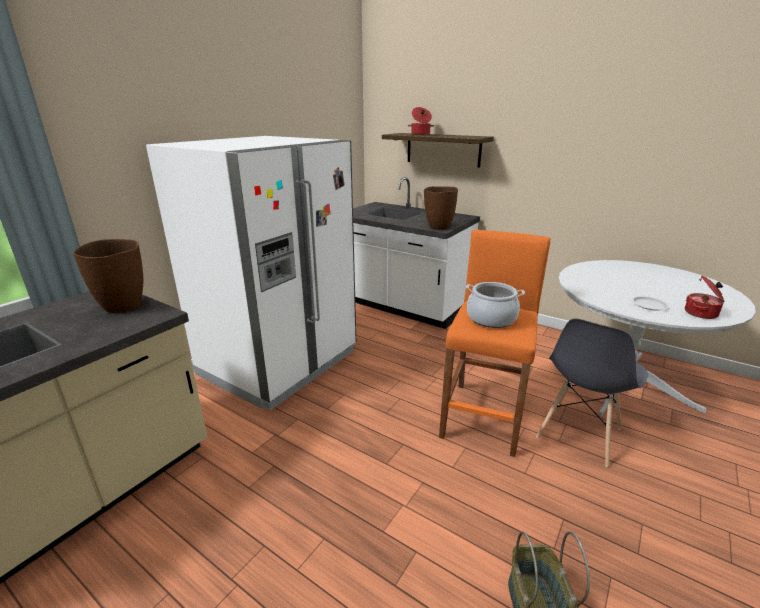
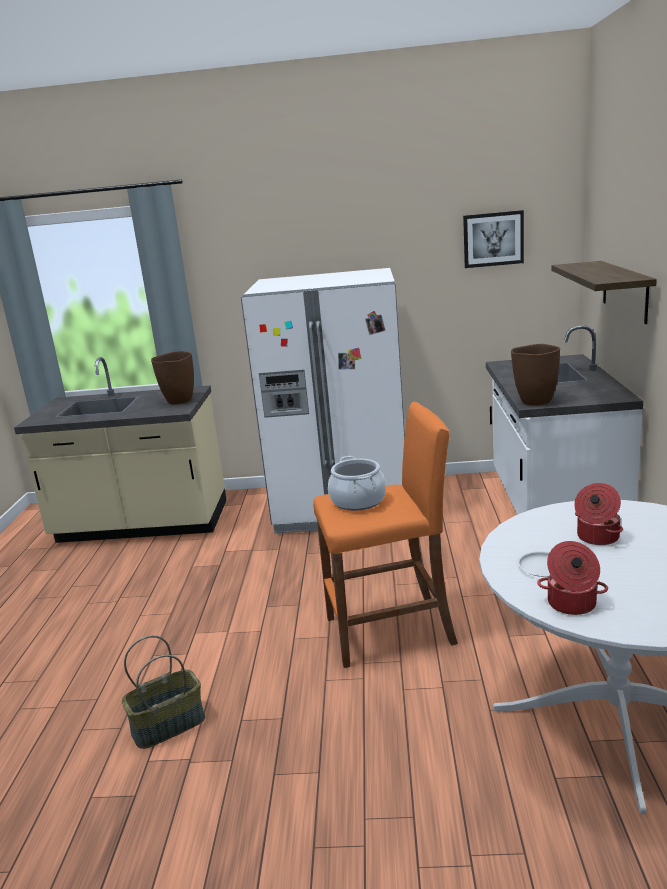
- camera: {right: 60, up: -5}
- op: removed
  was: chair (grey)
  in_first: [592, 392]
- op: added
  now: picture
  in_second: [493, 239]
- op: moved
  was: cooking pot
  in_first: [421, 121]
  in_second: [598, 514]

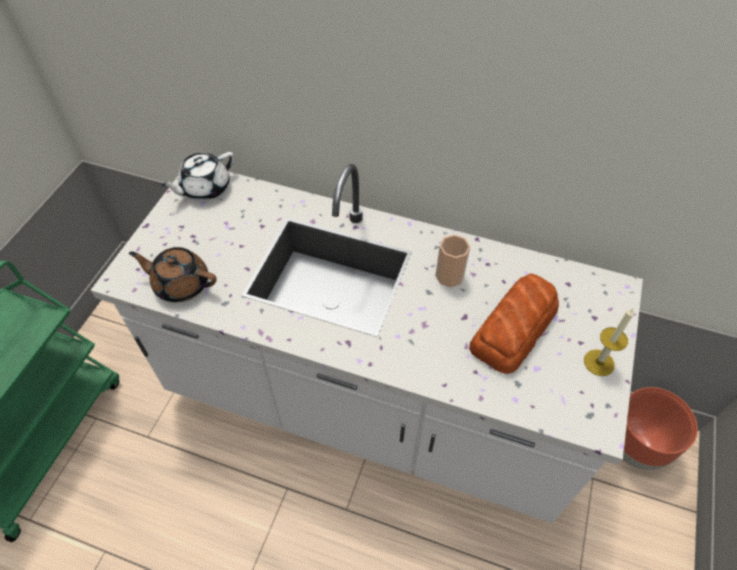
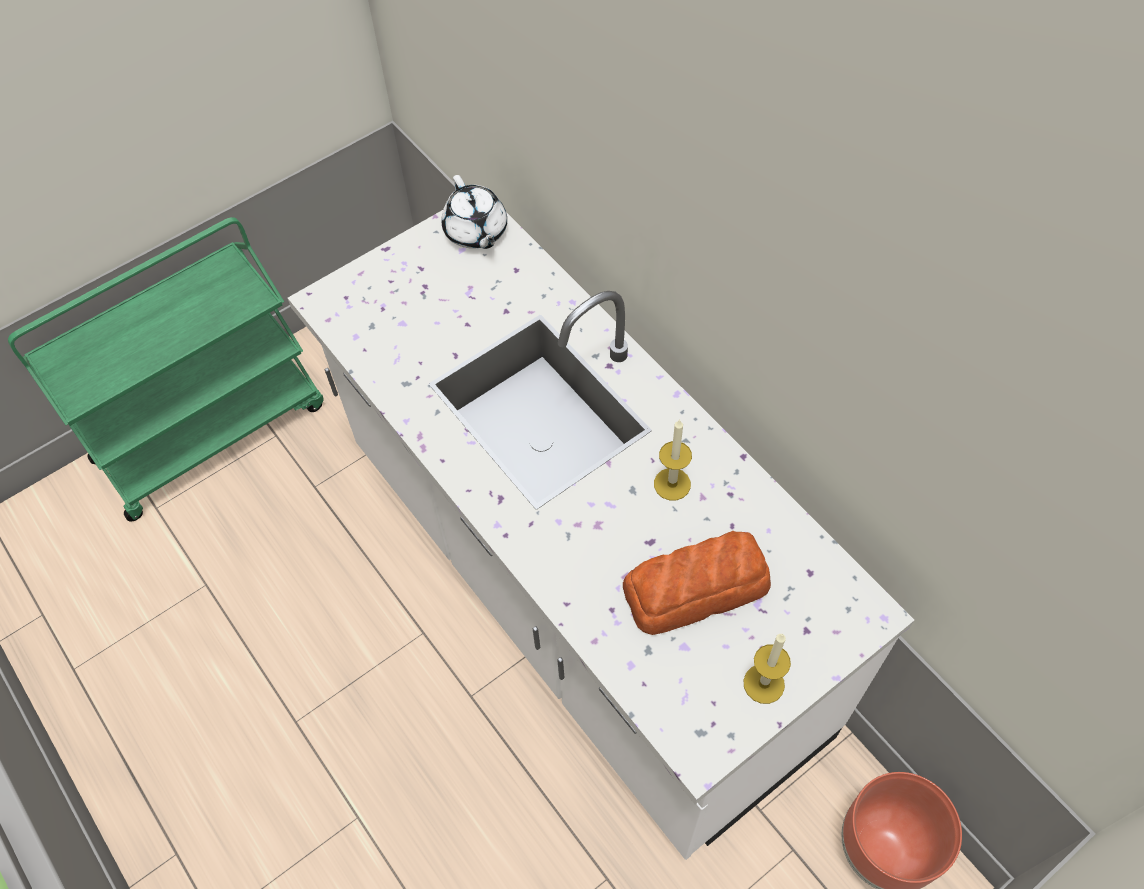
- camera: {right: 35, up: 5}
- op: removed
  was: teapot (brown)
  in_first: [173, 274]
- op: replaced
  was: cup
  now: candle
  in_first: [452, 261]
  in_second: [673, 459]
- op: turned
  was: teapot (white)
  in_first: [197, 176]
  in_second: [474, 212]
  clockwise: -105

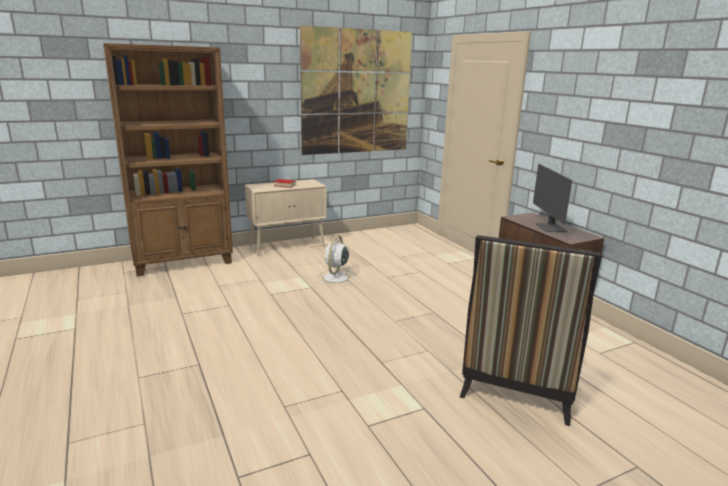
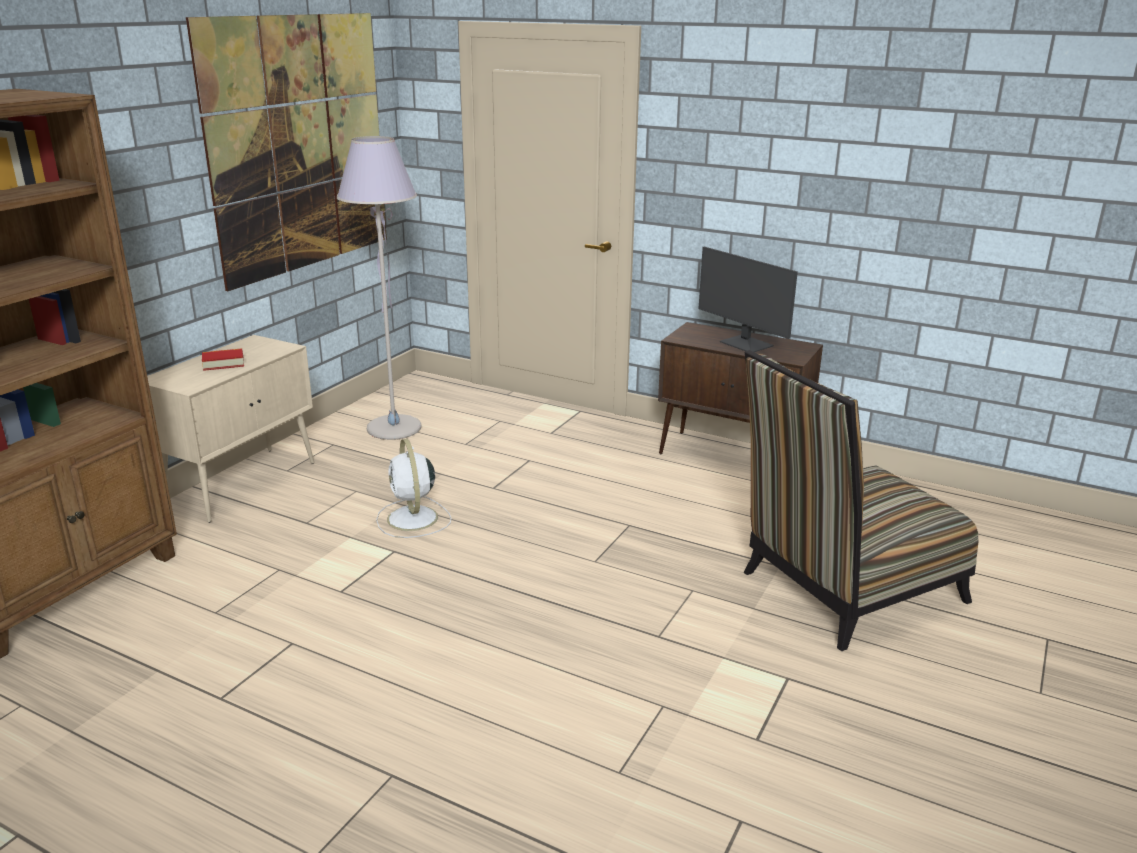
- camera: {right: -35, up: 5}
- op: added
  now: floor lamp (grey)
  in_second: [379, 288]
- op: turned
  was: chair
  in_first: [531, 330]
  in_second: [861, 500]
  clockwise: 75

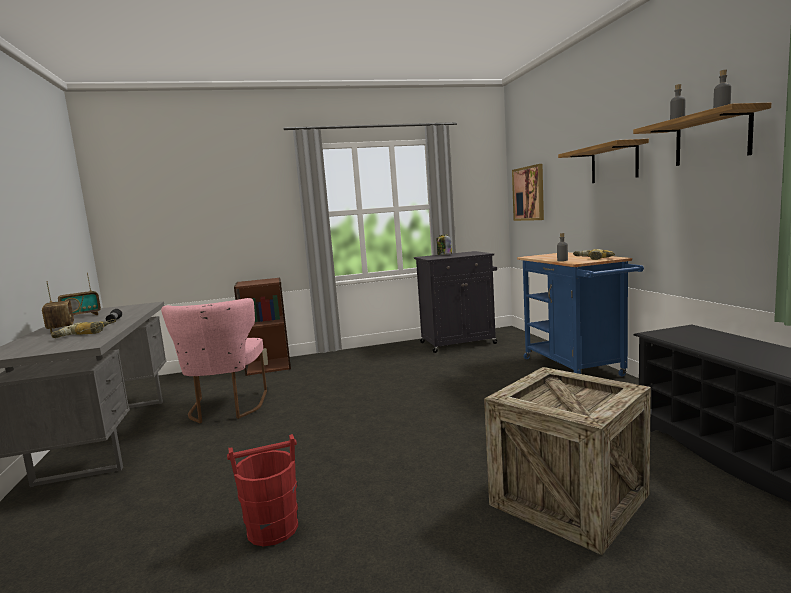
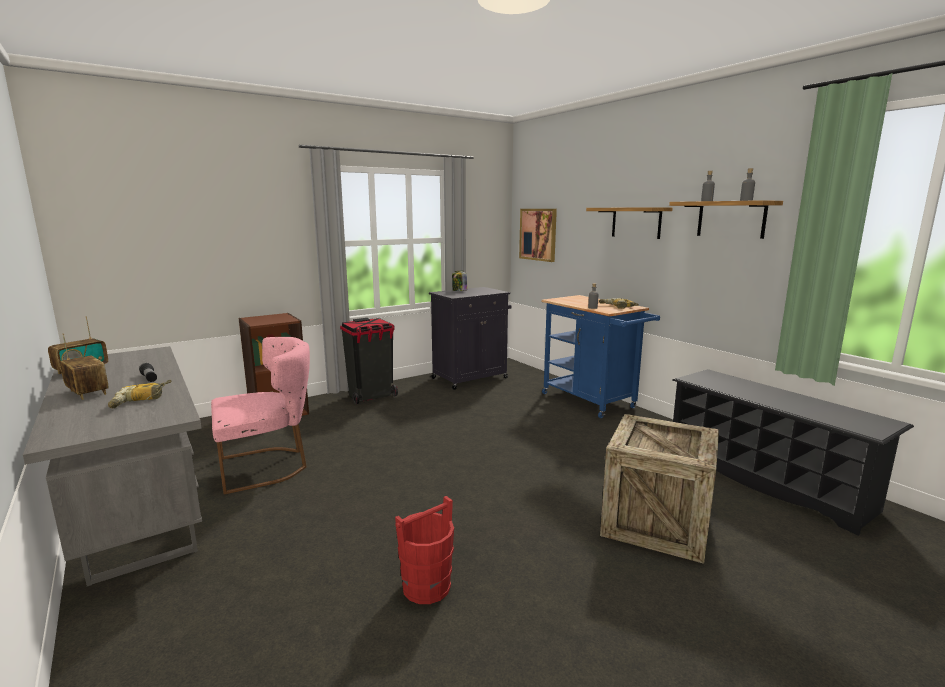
- camera: {right: -20, up: 5}
- op: added
  now: trash can (black)
  in_second: [369, 361]
- op: turned
  was: chair (pink)
  in_first: [214, 360]
  in_second: [260, 416]
  clockwise: -90

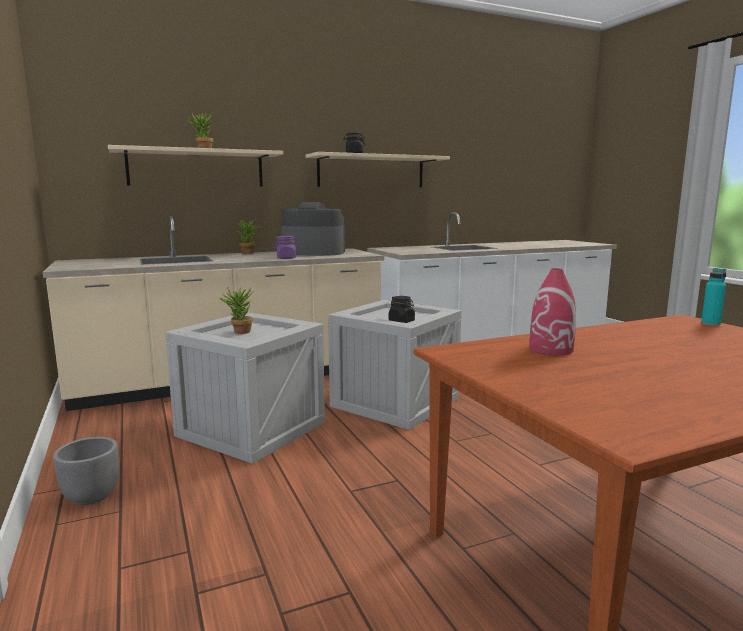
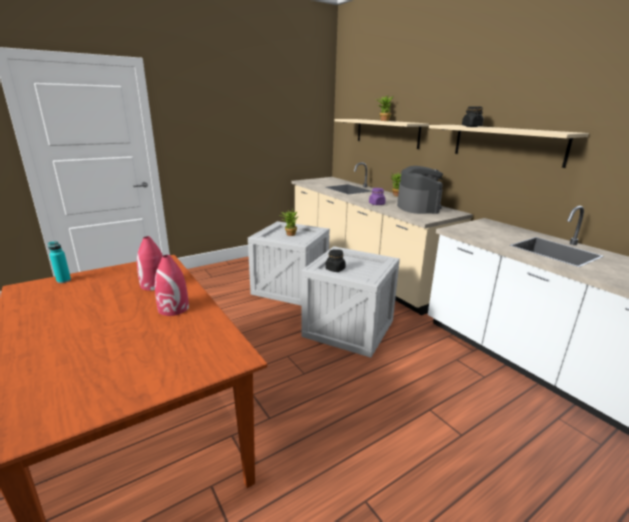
- camera: {right: 80, up: 10}
- op: removed
  was: planter (grey)
  in_first: [86, 471]
- op: added
  now: vase (red)
  in_second: [172, 285]
- op: moved
  was: bottle (turquoise)
  in_first: [713, 297]
  in_second: [59, 262]

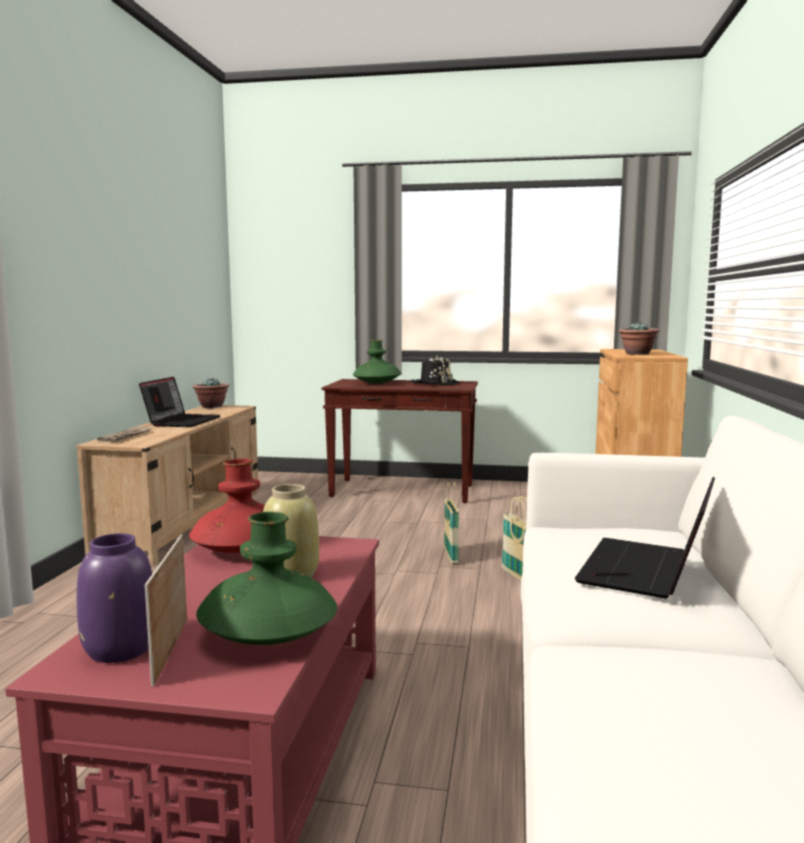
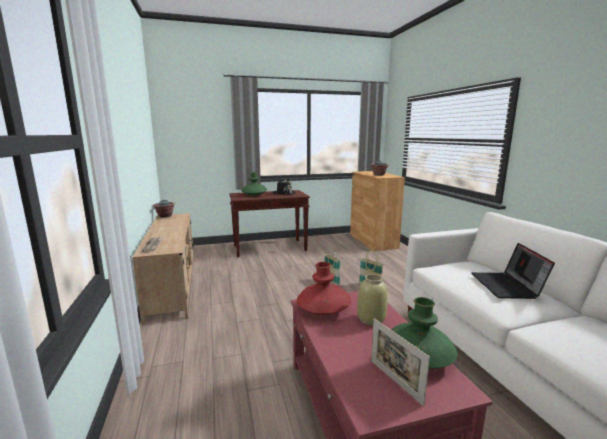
- camera: {right: -25, up: 5}
- op: removed
  was: vase (purple)
  in_first: [114, 598]
- op: removed
  was: laptop
  in_first: [179, 402]

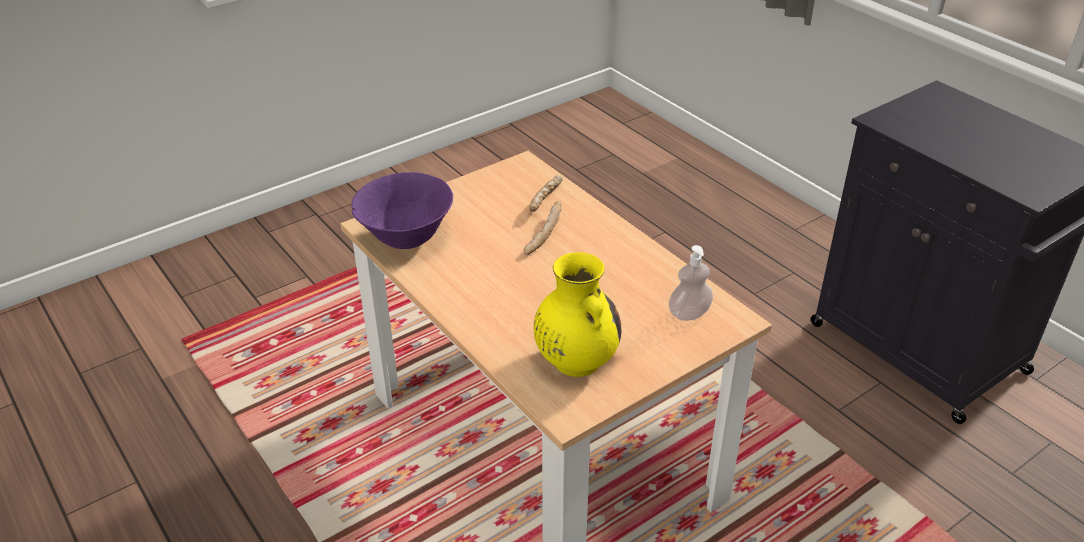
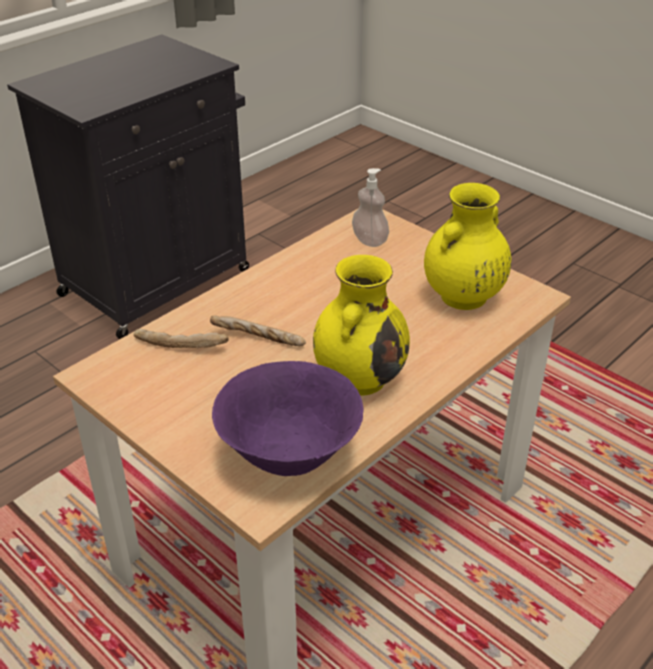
- camera: {right: -100, up: 0}
- op: added
  now: vase (yellow)
  in_second: [361, 325]

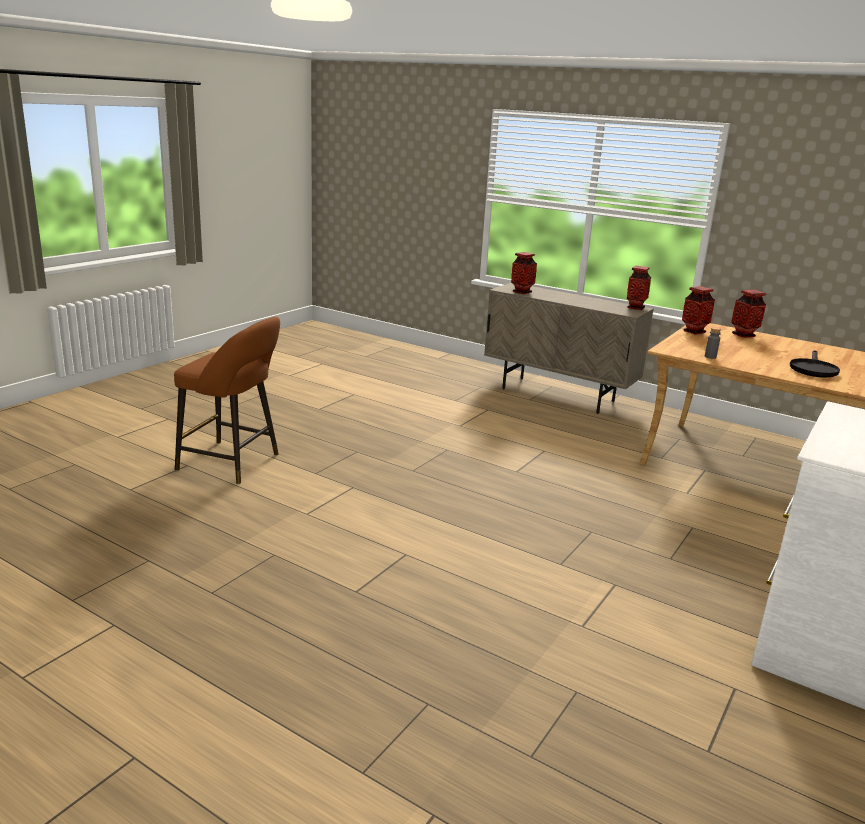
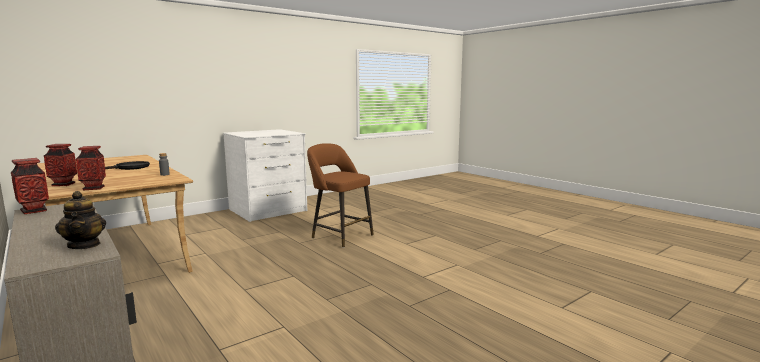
- camera: {right: -160, up: -10}
- op: moved
  was: stool (brown)
  in_first: [227, 400]
  in_second: [340, 195]
- op: replaced
  was: vase
  now: teapot
  in_first: [524, 273]
  in_second: [80, 220]

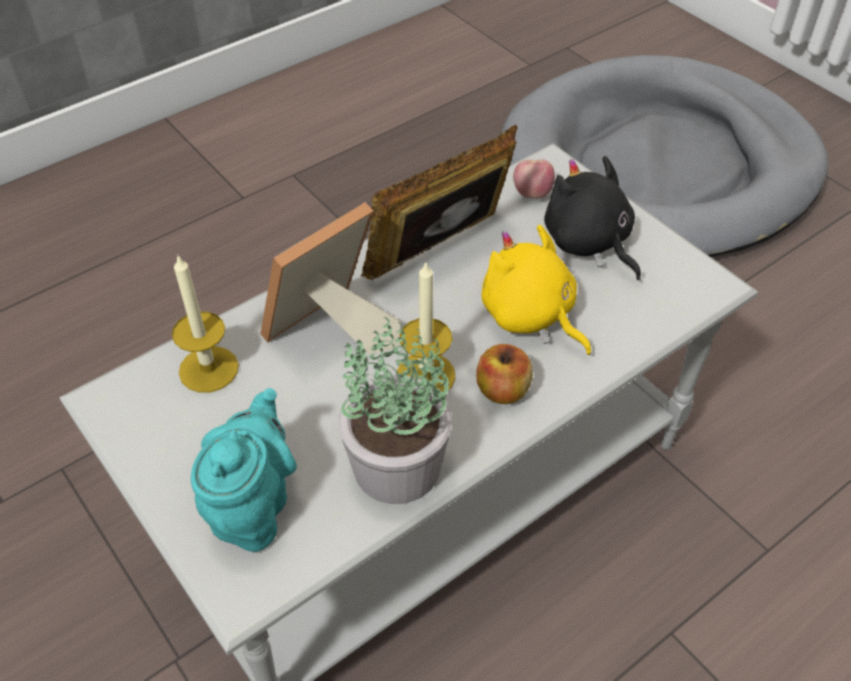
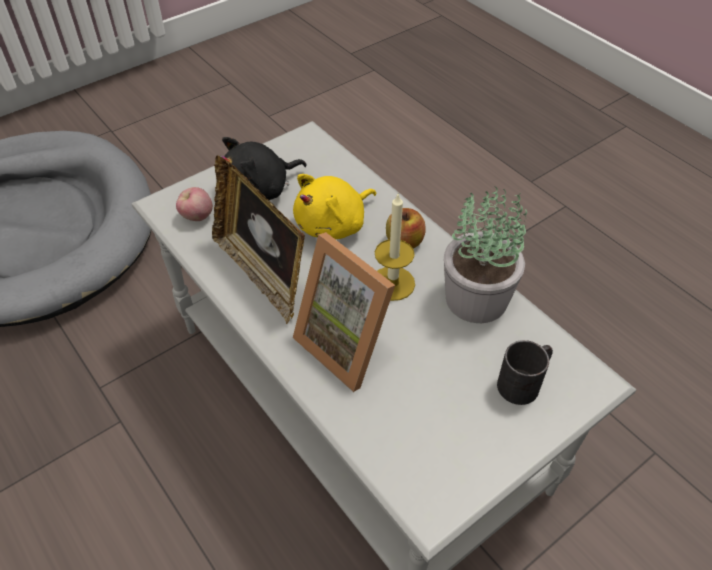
- camera: {right: -90, up: 0}
- op: removed
  was: candle
  in_first: [205, 323]
- op: replaced
  was: teapot (turquoise)
  now: mug (black)
  in_first: [244, 470]
  in_second: [525, 372]

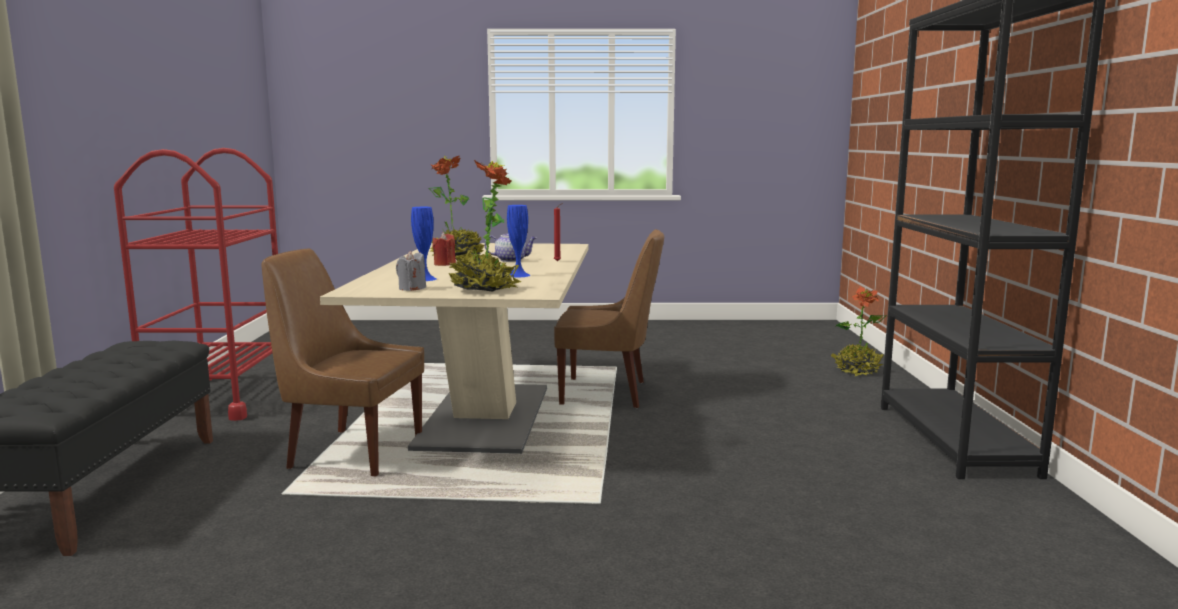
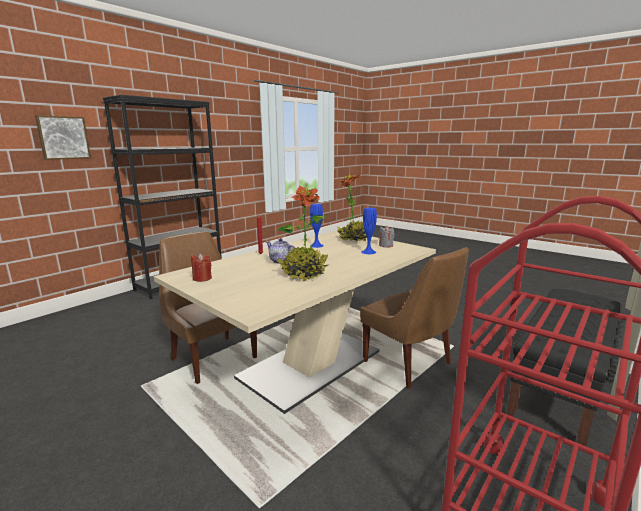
- camera: {right: -140, up: 5}
- op: removed
  was: potted plant
  in_first: [859, 331]
- op: added
  now: picture
  in_second: [63, 137]
- op: moved
  was: candle (red)
  in_first: [444, 249]
  in_second: [201, 267]

